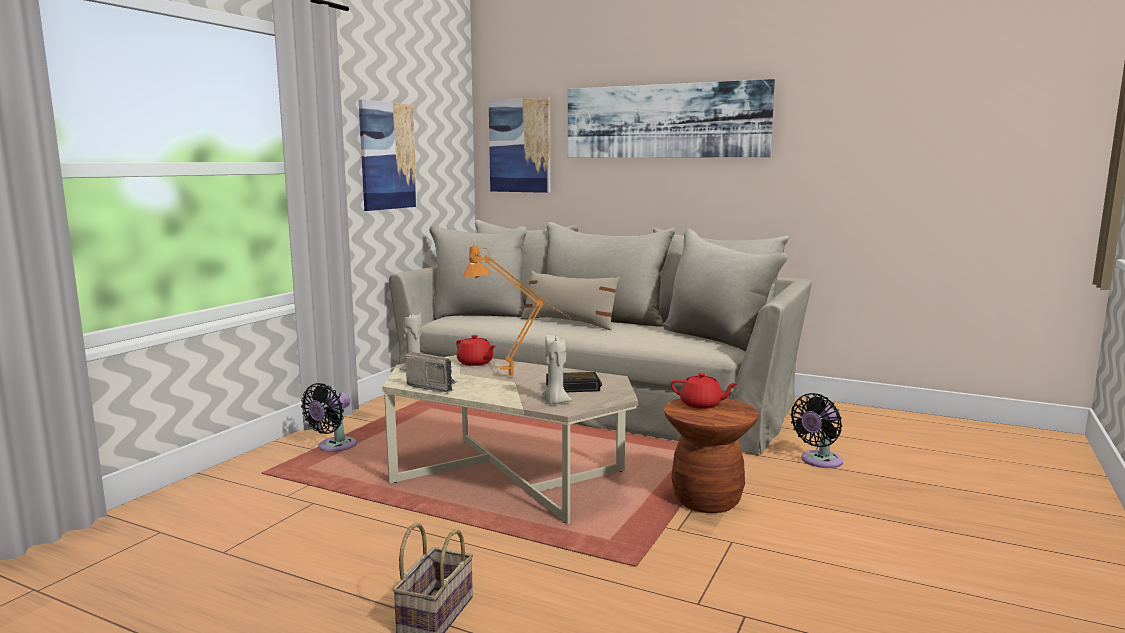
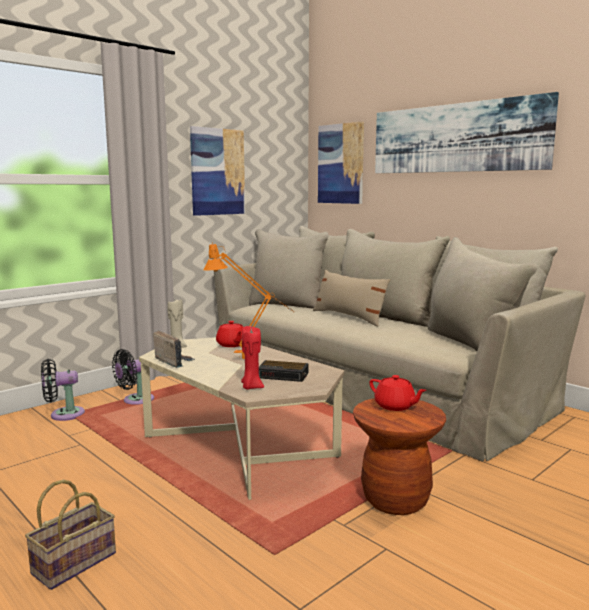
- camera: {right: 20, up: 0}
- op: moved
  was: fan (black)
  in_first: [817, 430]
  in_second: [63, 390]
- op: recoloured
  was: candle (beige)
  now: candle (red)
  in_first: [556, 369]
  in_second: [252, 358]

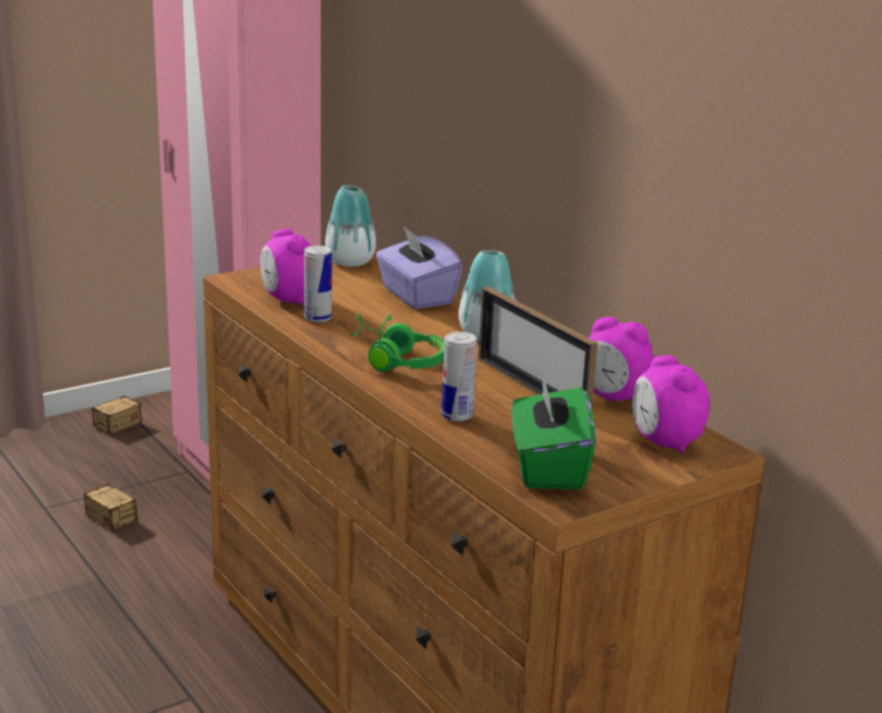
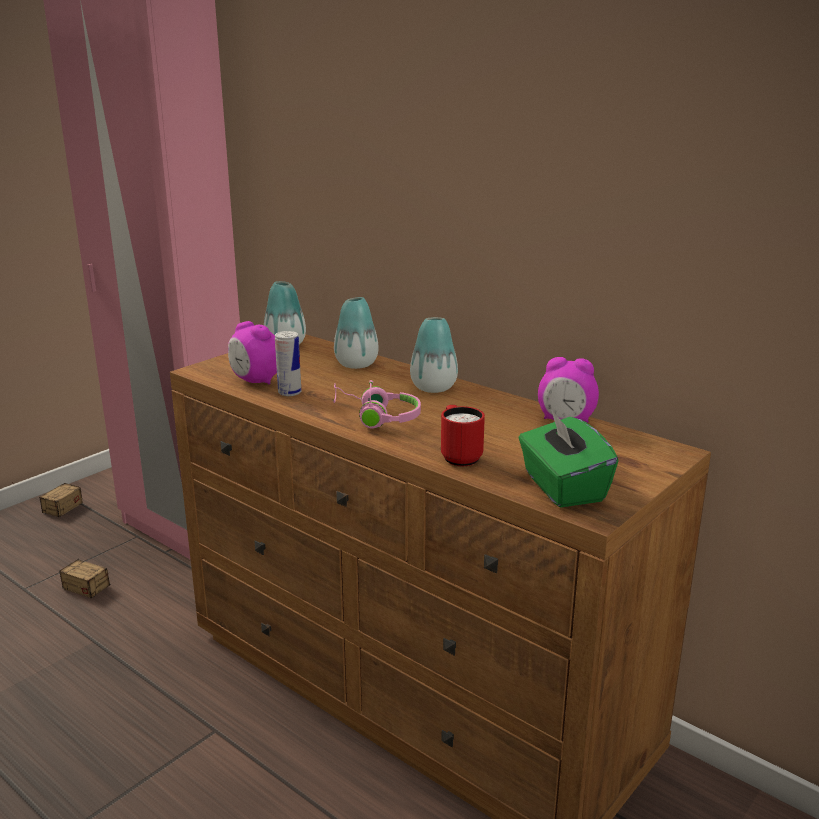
- camera: {right: -15, up: 0}
- op: removed
  was: picture frame
  in_first: [538, 346]
- op: removed
  was: alarm clock
  in_first: [670, 404]
- op: replaced
  was: tissue box (purple)
  now: vase
  in_first: [419, 267]
  in_second: [356, 333]
- op: replaced
  was: can
  now: mug (red)
  in_first: [459, 376]
  in_second: [463, 435]
- op: recoloured
  was: headphones (green)
  now: headphones (pink)
  in_first: [397, 342]
  in_second: [377, 404]

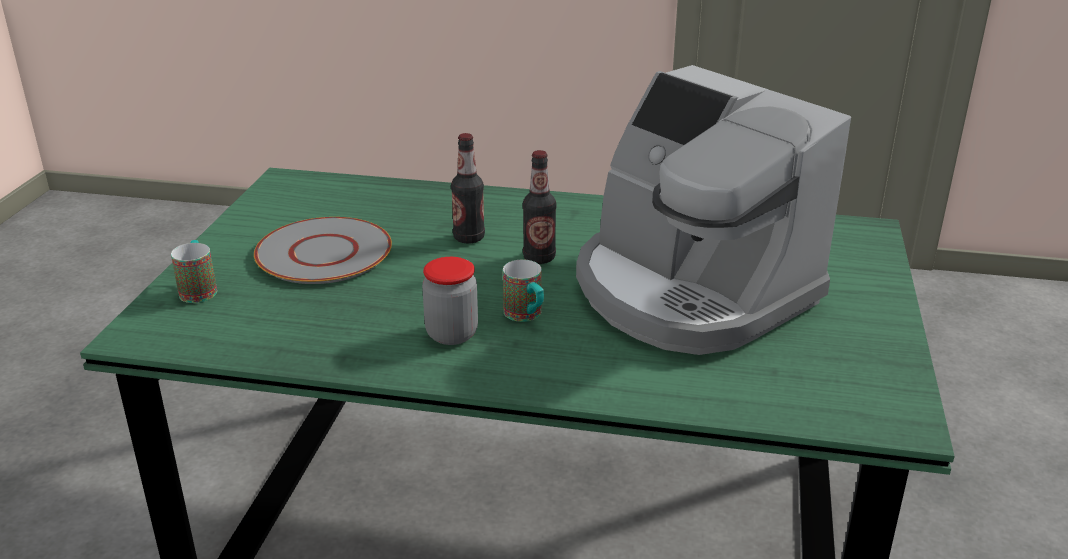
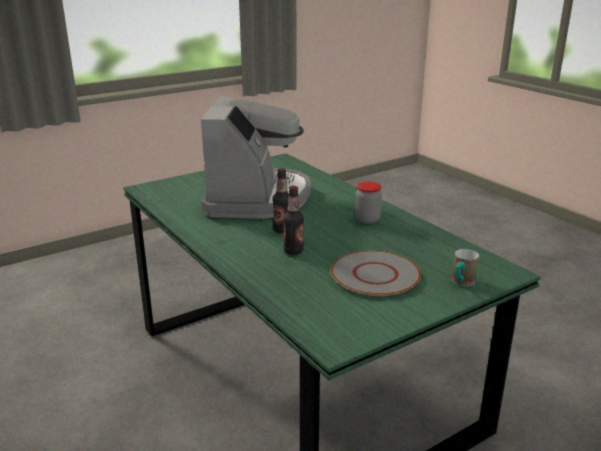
- camera: {right: -135, up: -5}
- op: removed
  was: mug
  in_first: [523, 291]

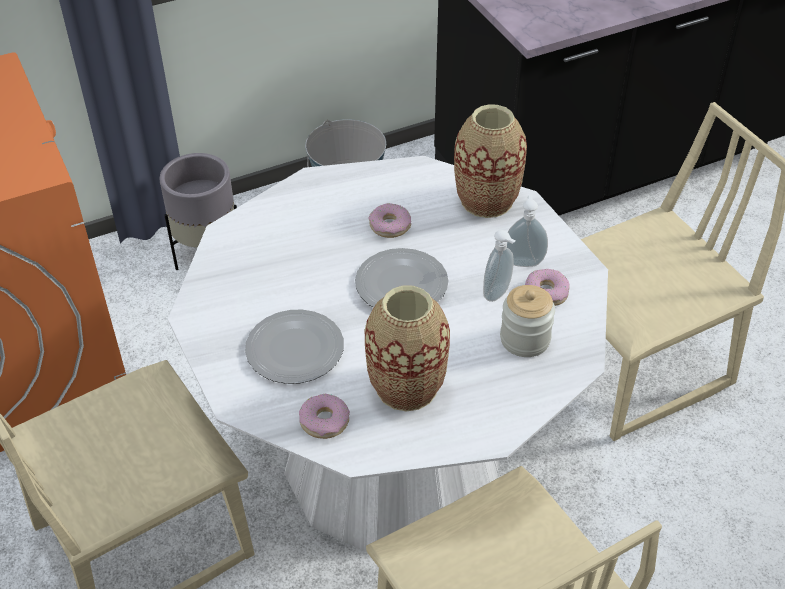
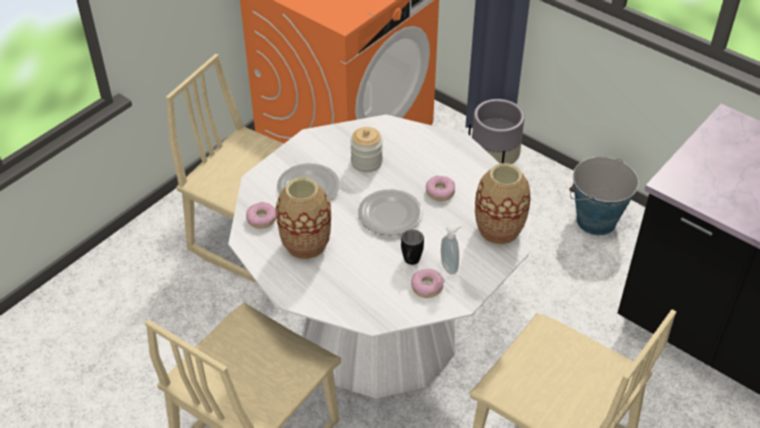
- camera: {right: 65, up: 0}
- op: moved
  was: jar
  in_first: [527, 321]
  in_second: [366, 149]
- op: replaced
  was: soap dispenser
  now: mug (black)
  in_first: [499, 266]
  in_second: [412, 247]

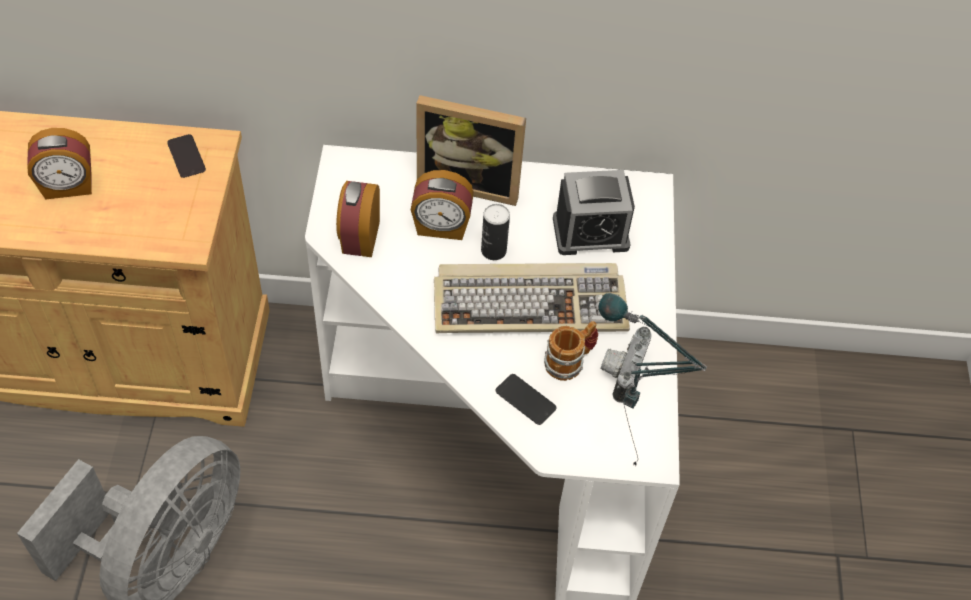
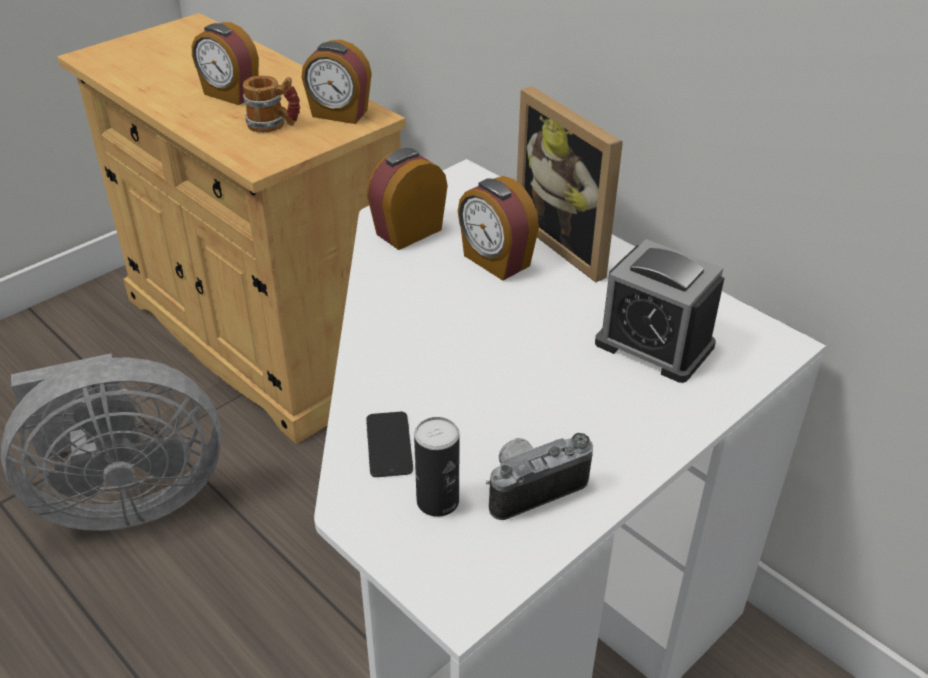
- camera: {right: 45, up: -15}
- op: removed
  was: keyboard
  in_first: [532, 298]
- op: removed
  was: table lamp
  in_first: [652, 379]
- op: moved
  was: can
  in_first: [495, 232]
  in_second: [436, 467]
- op: moved
  was: mug
  in_first: [571, 351]
  in_second: [271, 104]
- op: replaced
  was: phone
  now: alarm clock
  in_first: [186, 156]
  in_second: [337, 82]

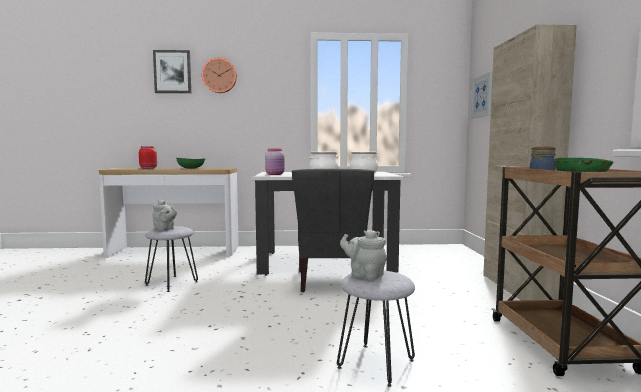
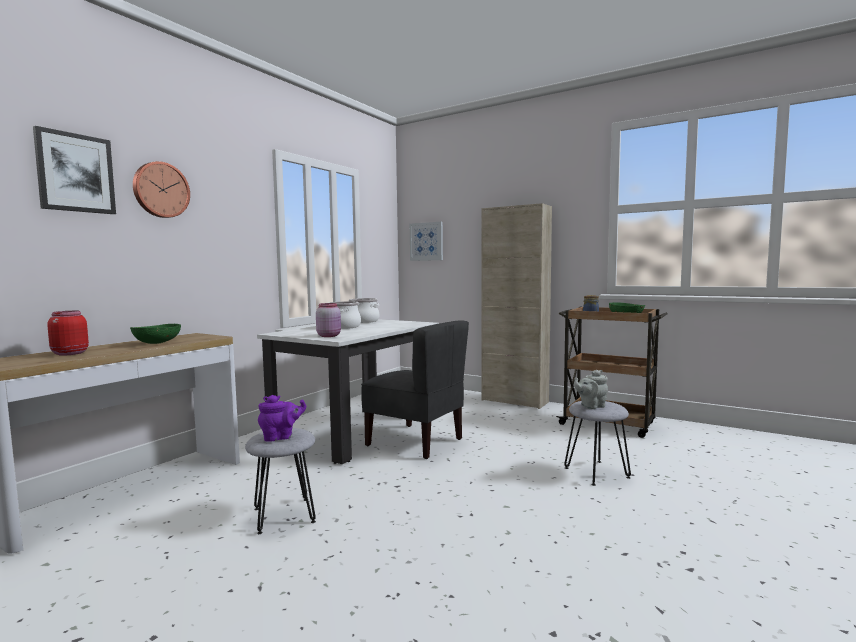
- camera: {right: -55, up: 0}
- op: recoloured
  was: teapot (grey)
  now: teapot (purple)
  in_first: [165, 215]
  in_second: [282, 418]

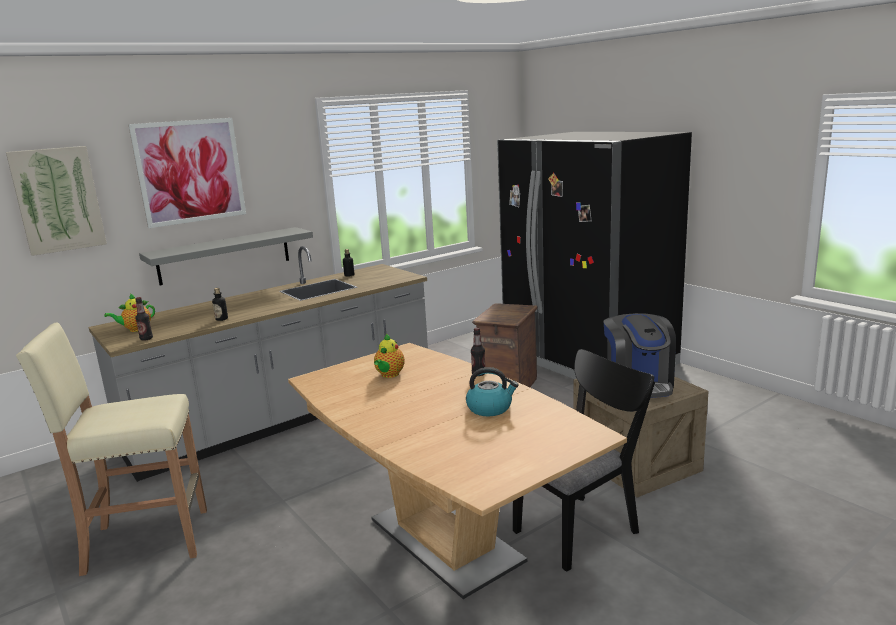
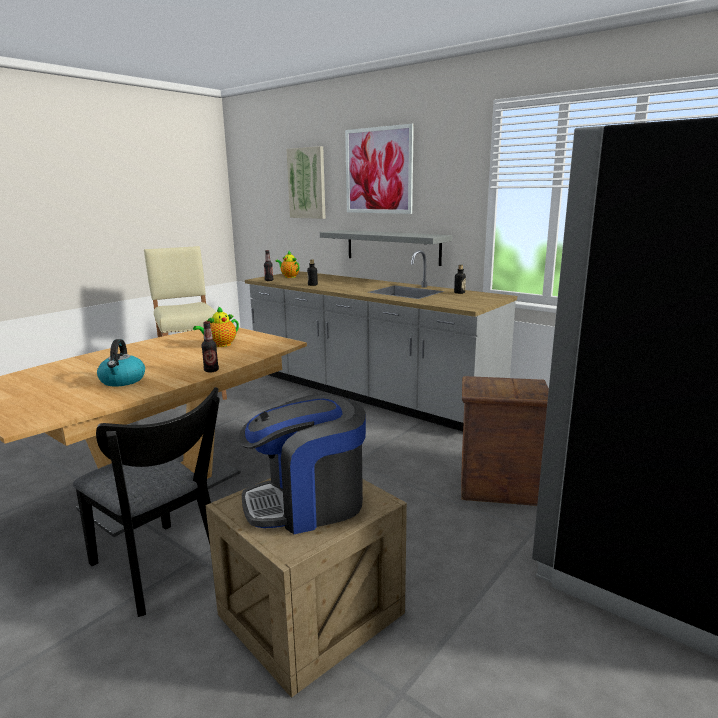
- camera: {right: 75, up: 0}
- op: turned
  was: teapot
  in_first: [389, 356]
  in_second: [216, 326]
  clockwise: -45

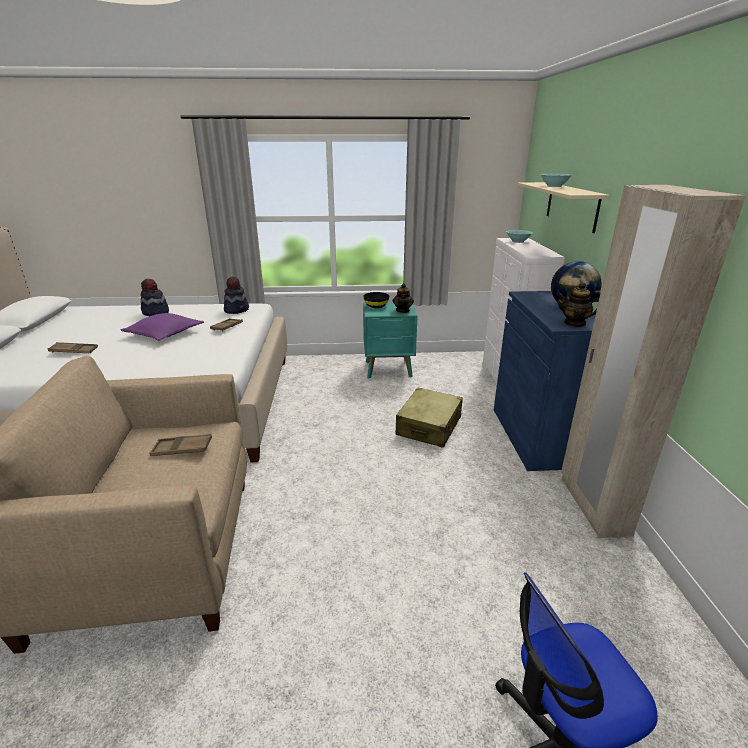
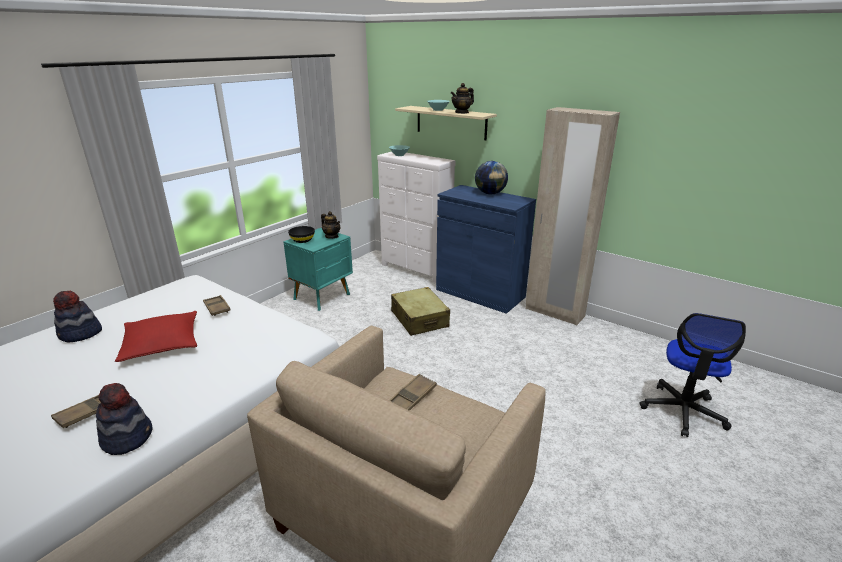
- camera: {right: -50, up: 0}
- op: moved
  was: hat
  in_first: [236, 295]
  in_second: [124, 419]
- op: moved
  was: teapot
  in_first: [578, 304]
  in_second: [462, 98]
- op: recoloured
  was: pillow (purple)
  now: pillow (red)
  in_first: [162, 327]
  in_second: [156, 336]

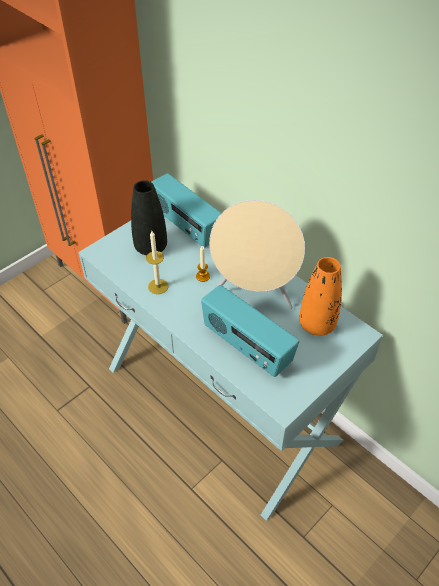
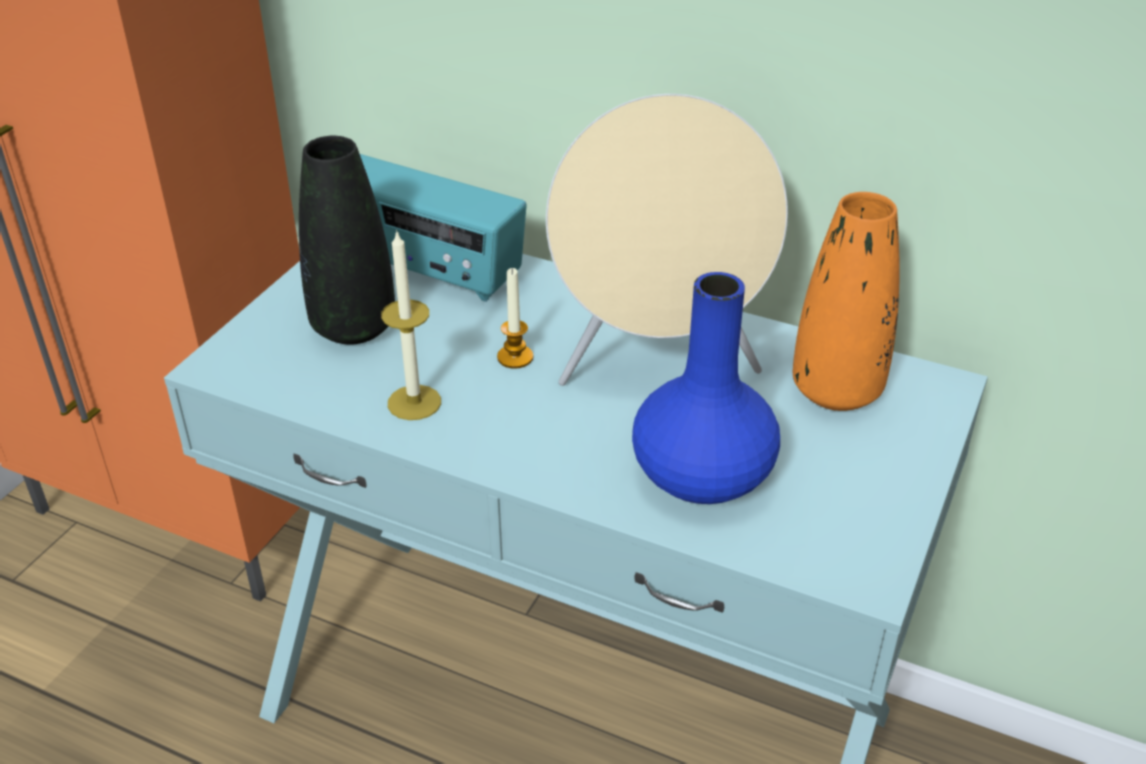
- camera: {right: -20, up: -10}
- op: replaced
  was: radio
  now: vase (blue)
  in_first: [250, 331]
  in_second: [706, 388]

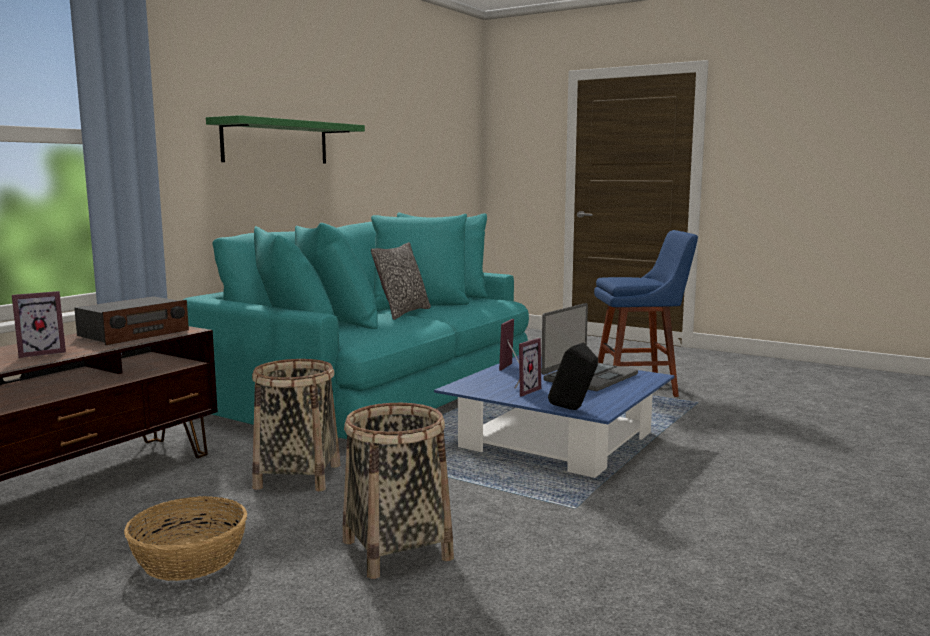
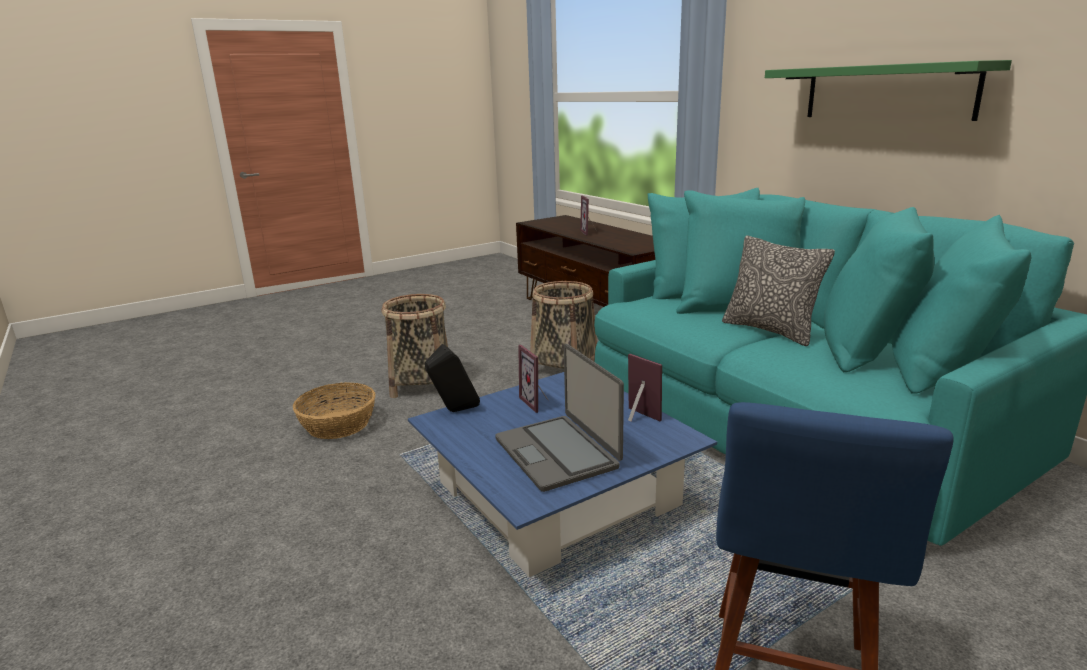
- camera: {right: 115, up: 10}
- op: removed
  was: radio
  in_first: [131, 321]
- op: moved
  was: basket
  in_first: [185, 538]
  in_second: [334, 410]

